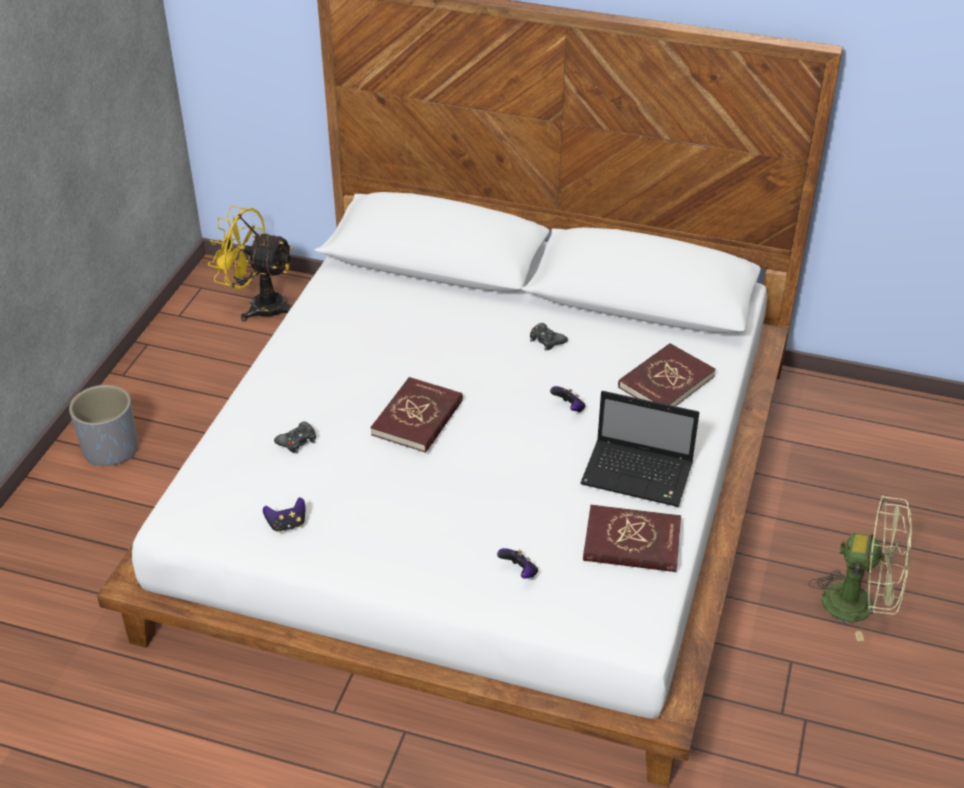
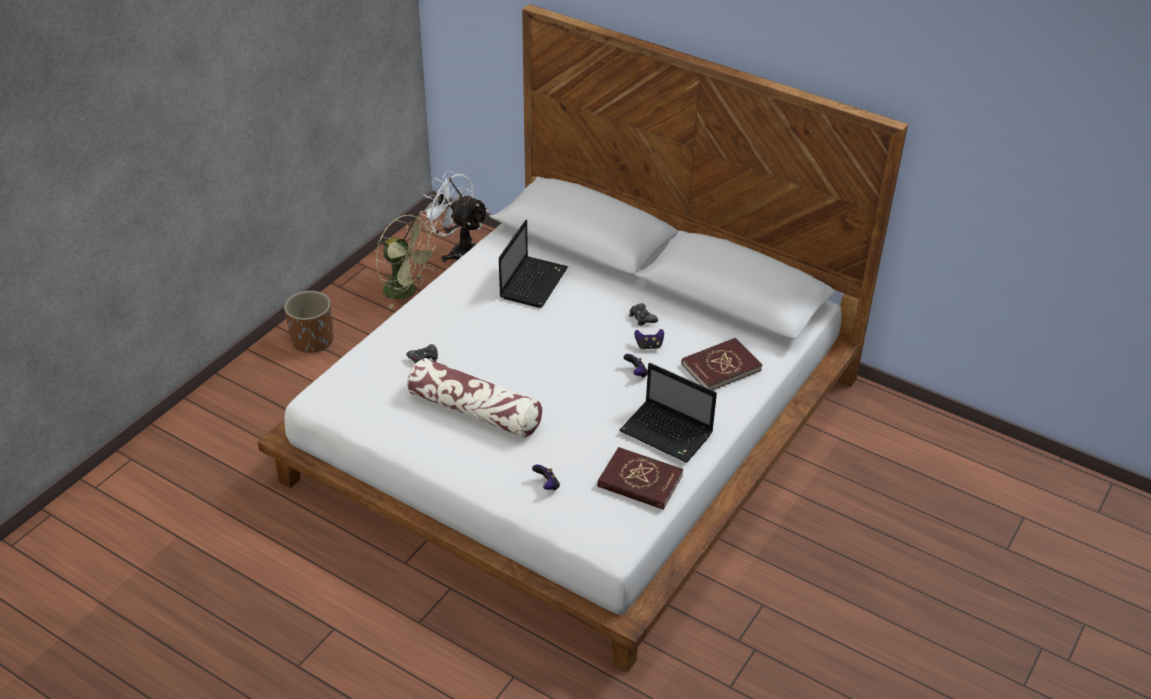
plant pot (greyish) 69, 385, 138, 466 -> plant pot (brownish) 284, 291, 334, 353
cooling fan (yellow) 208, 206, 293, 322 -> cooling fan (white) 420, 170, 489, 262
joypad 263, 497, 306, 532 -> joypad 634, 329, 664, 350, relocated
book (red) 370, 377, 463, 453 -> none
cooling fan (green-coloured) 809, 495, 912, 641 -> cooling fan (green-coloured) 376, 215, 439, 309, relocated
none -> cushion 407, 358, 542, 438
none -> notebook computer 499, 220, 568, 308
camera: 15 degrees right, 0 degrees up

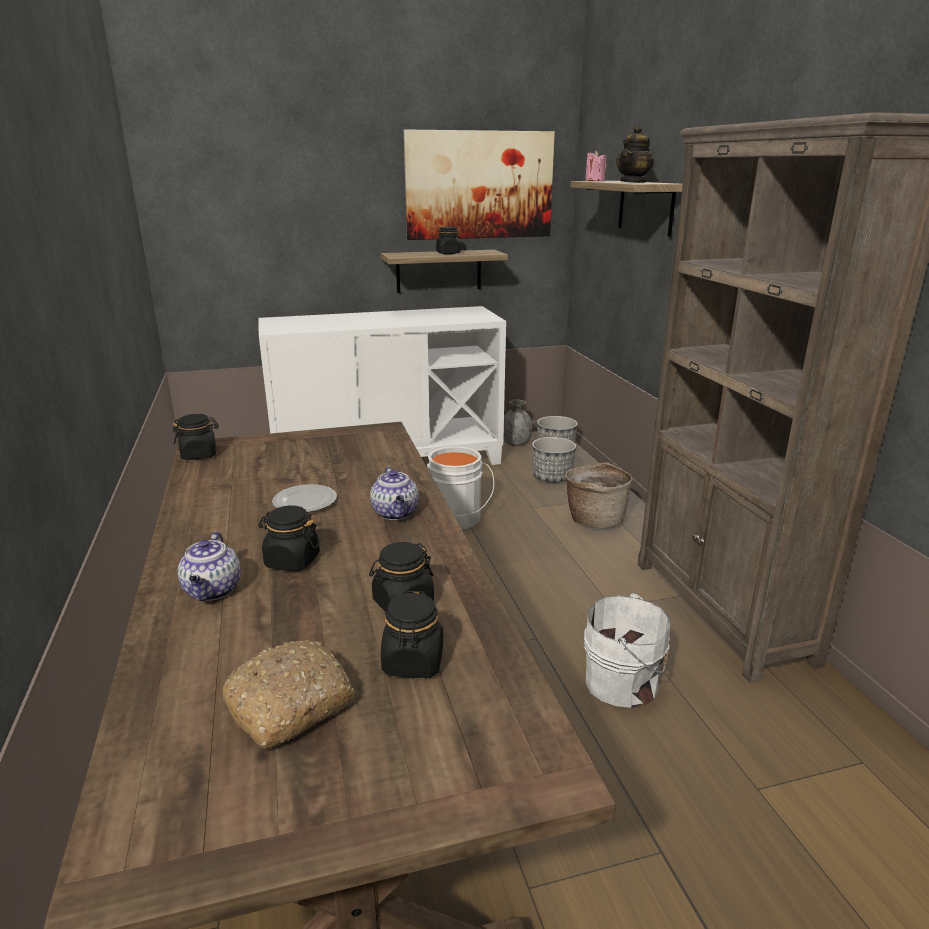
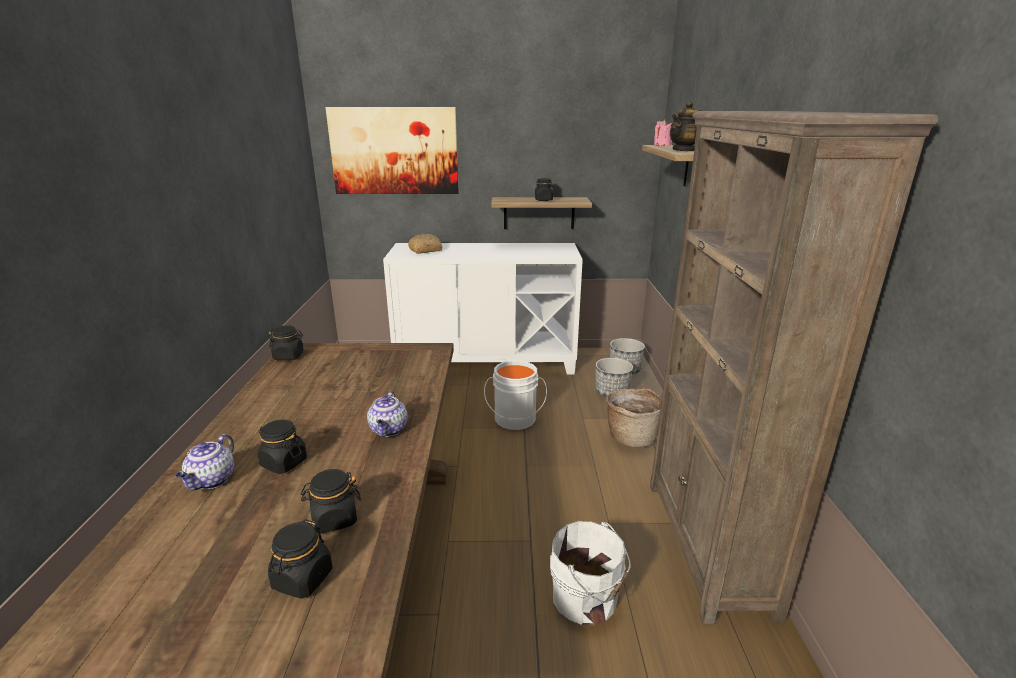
baked bread 223, 640, 355, 749 -> baked bread 408, 234, 443, 254, relocated
plate 272, 484, 337, 513 -> none
wall art 404, 129, 555, 240 -> wall art 325, 107, 459, 194, relocated
flower vase (greyish) 503, 400, 533, 446 -> none
camera: 15 degrees right, 0 degrees up

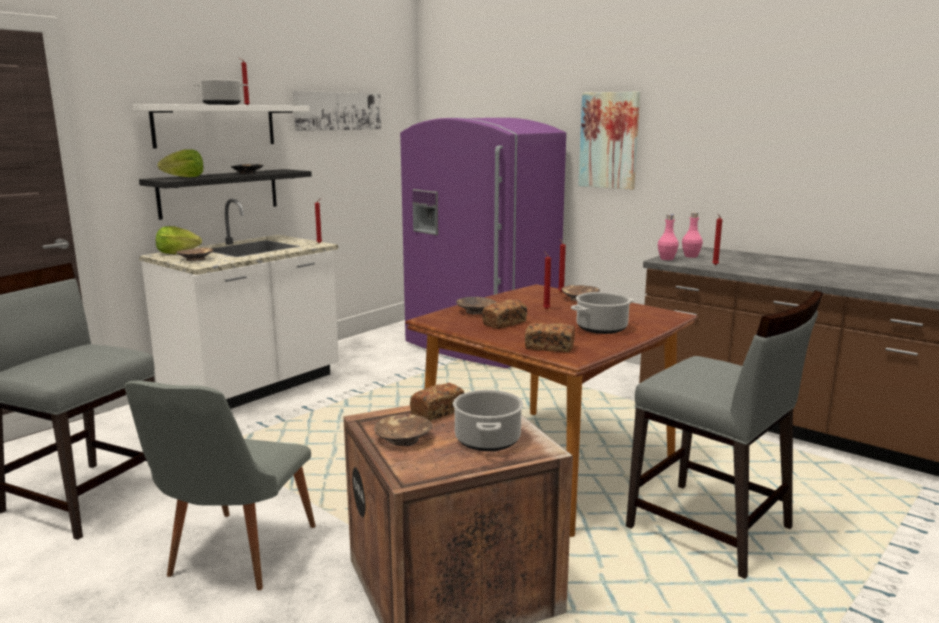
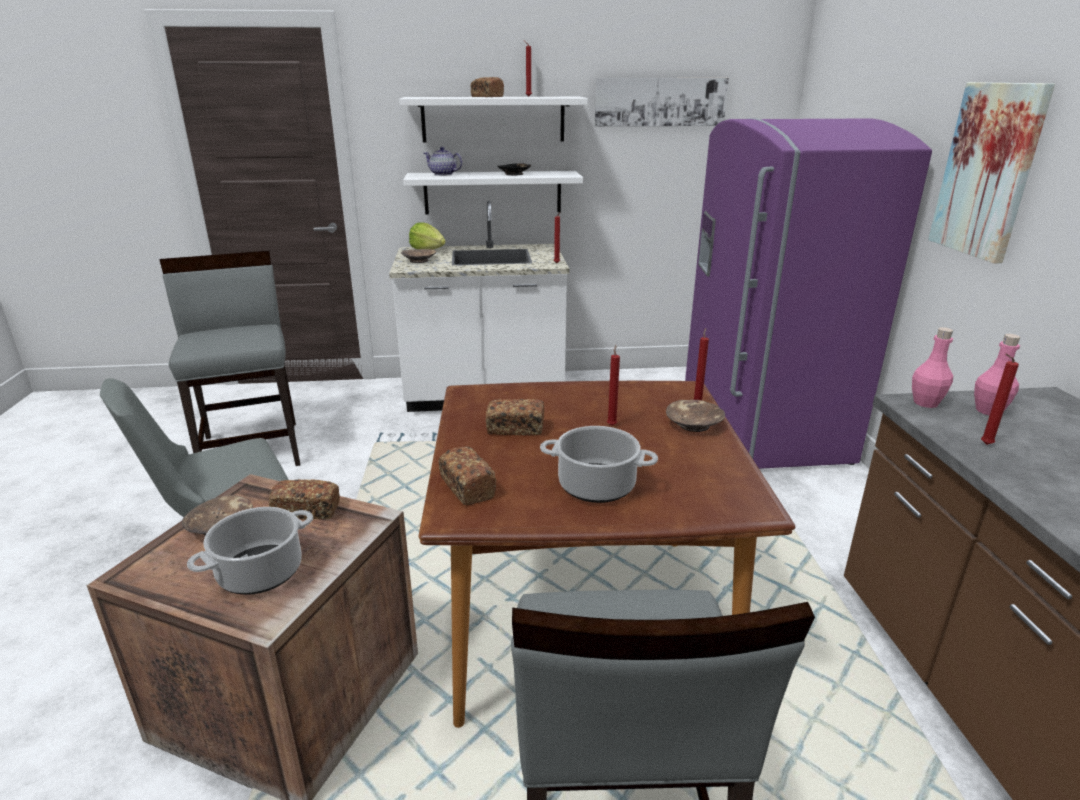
wall shelf (black-coloured) 139, 169, 312, 220 -> wall shelf (white) 403, 171, 583, 215
head of lettuce 158, 149, 203, 177 -> pot for tea 424, 147, 463, 176
saucepot 193, 80, 248, 105 -> baked bread 471, 77, 504, 97
deep dish (brownish) 456, 297, 497, 315 -> none
camera: 45 degrees right, 10 degrees up

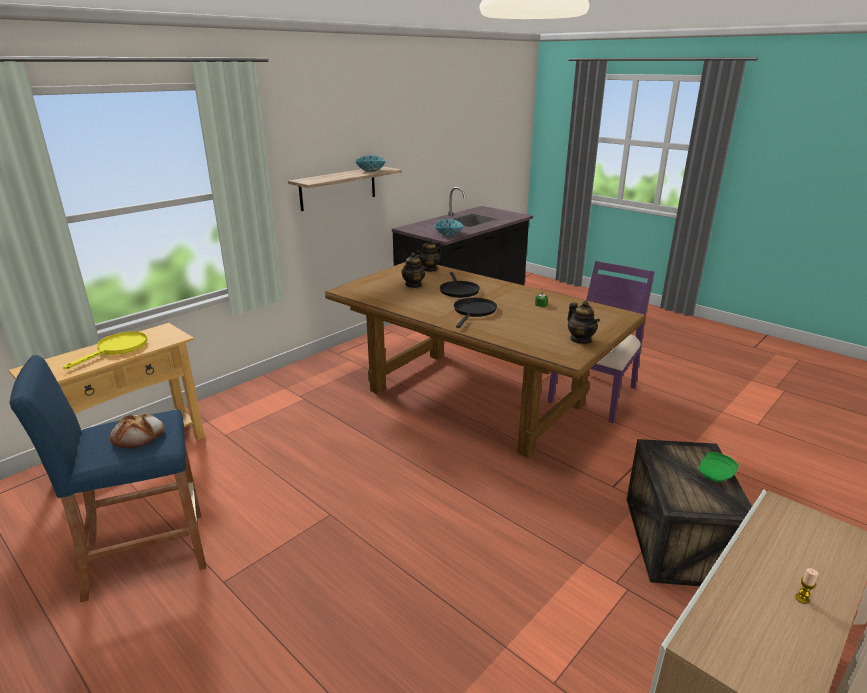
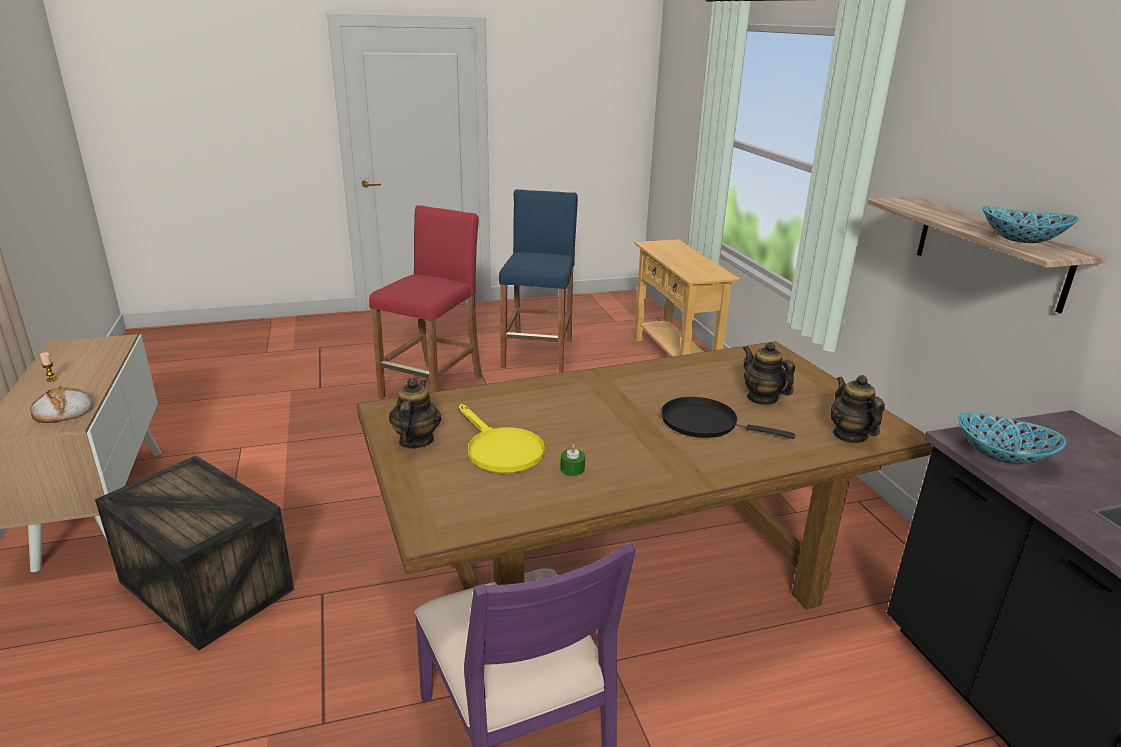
pan (yellow) 63, 332, 148, 369 -> pan (yellow) 459, 404, 545, 473, relocated
baked bread 110, 414, 164, 449 -> baked bread 30, 386, 94, 423, relocated
pan (black-coloured) 454, 298, 497, 328 -> none
pot for tea 567, 301, 600, 344 -> pot for tea 389, 378, 441, 448, 90 degrees clockwise
plate (green-coloured) 698, 452, 739, 482 -> none
none -> stool seat (red) 369, 205, 482, 399
camera: 120 degrees right, 0 degrees up

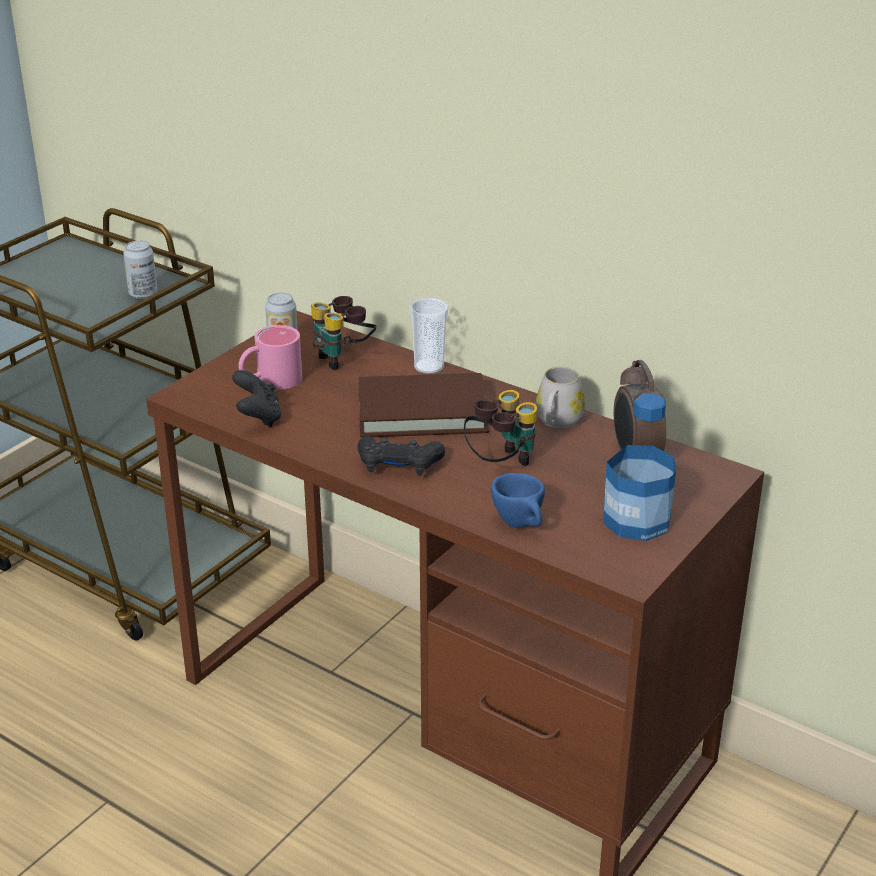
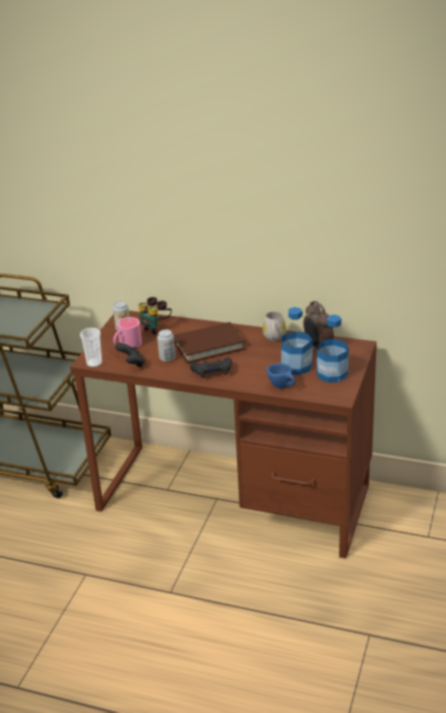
metal can 123, 241, 157, 299 -> metal can 157, 329, 175, 362, relocated
drinking cup 409, 298, 449, 374 -> drinking cup 80, 328, 102, 367, relocated
field glasses 464, 390, 537, 466 -> none
none -> drink bottle 281, 307, 313, 375
camera: 15 degrees left, 0 degrees up

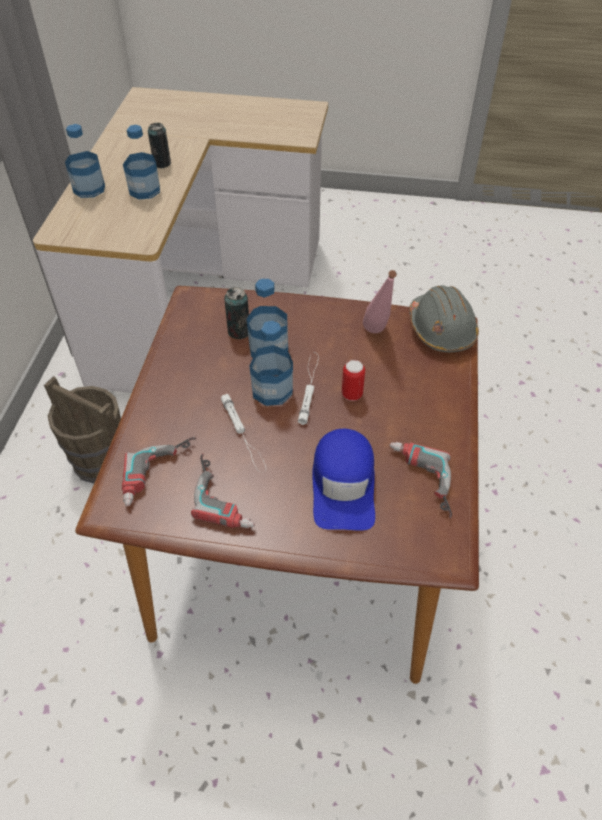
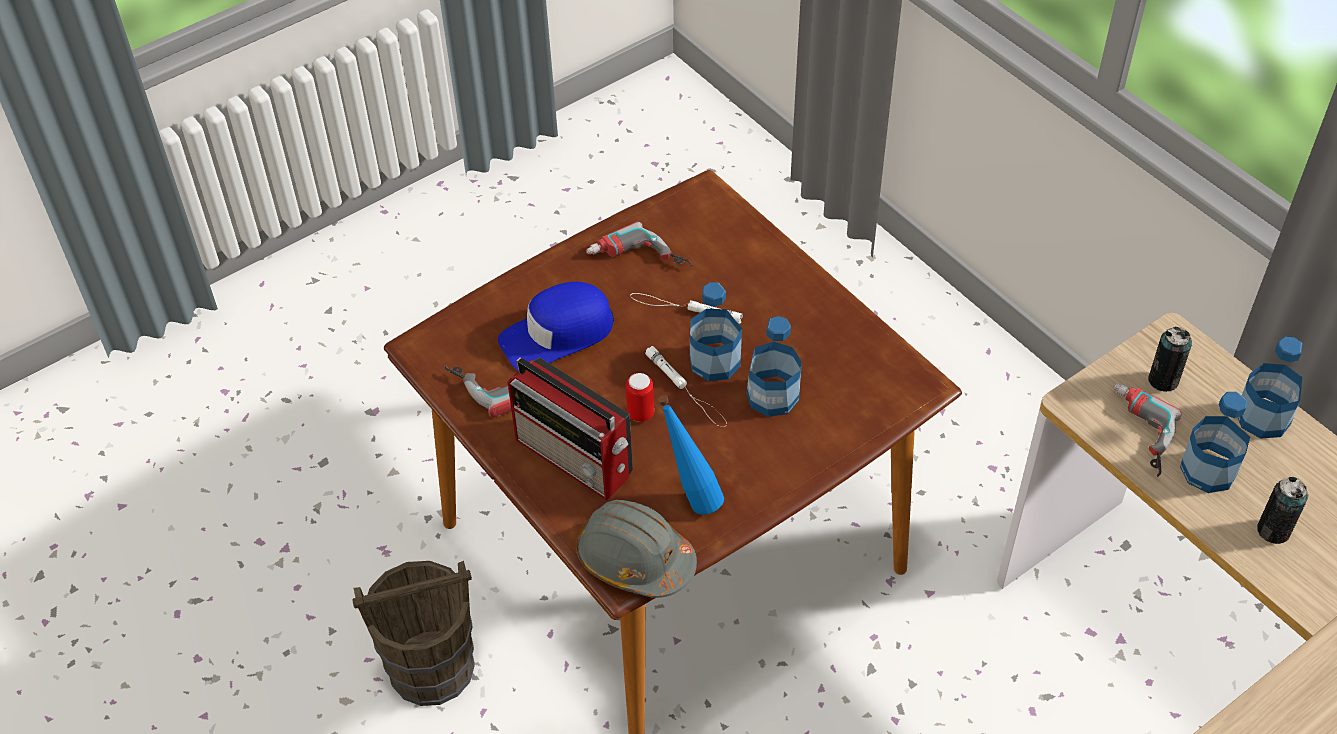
pail (brownish) 44, 376, 121, 483 -> pail (brownish) 352, 561, 475, 706, relocated
drill 122, 437, 196, 506 -> drill 1114, 384, 1181, 477, relocated
metal can 224, 287, 249, 339 -> metal can 1148, 326, 1192, 392, relocated
peaked cap (blue) 313, 428, 375, 531 -> peaked cap (blue) 498, 282, 614, 371, 75 degrees counterclockwise
drink bottle (pink) 363, 270, 397, 333 -> drink bottle (blue) 658, 395, 724, 515
none -> radio receiver 508, 357, 633, 500
camera: 135 degrees right, 0 degrees up

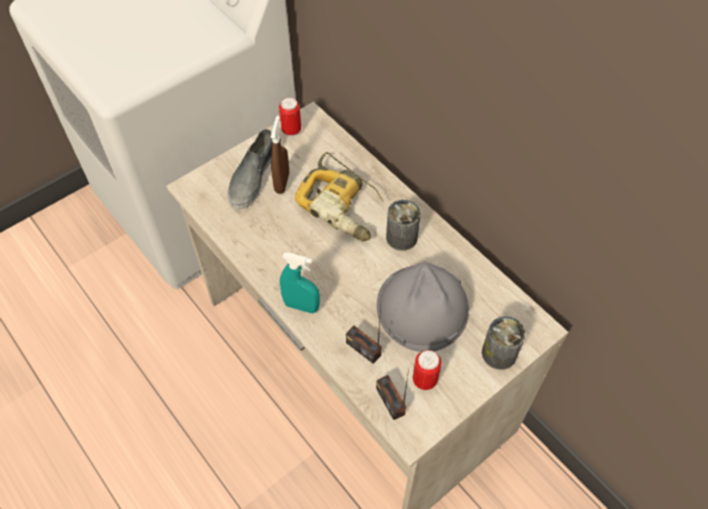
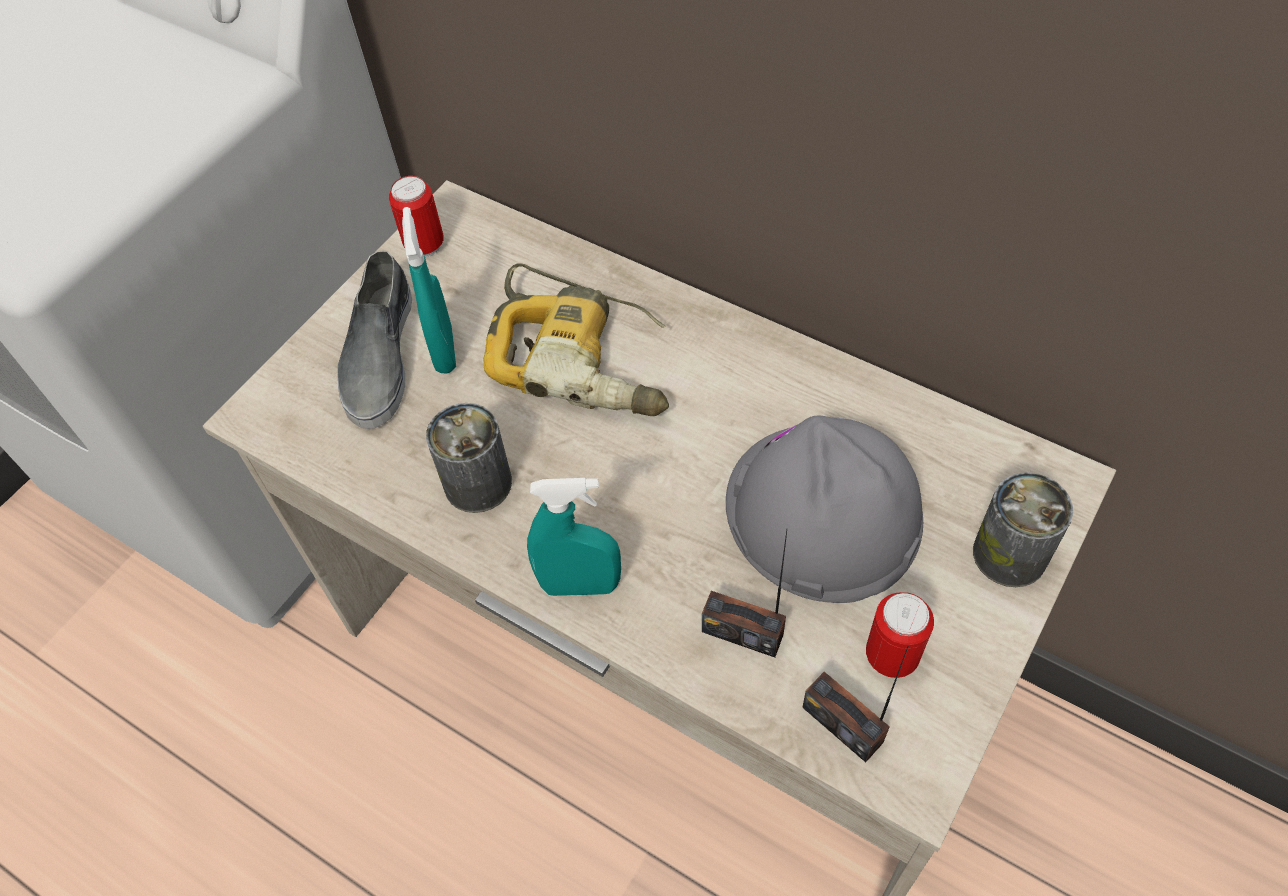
hand sprayer (brownish) 271, 116, 289, 194 -> hand sprayer (blue-green) 402, 207, 456, 373
metal can 386, 199, 421, 251 -> metal can 426, 403, 512, 513, relocated
camera: 15 degrees left, 0 degrees up

